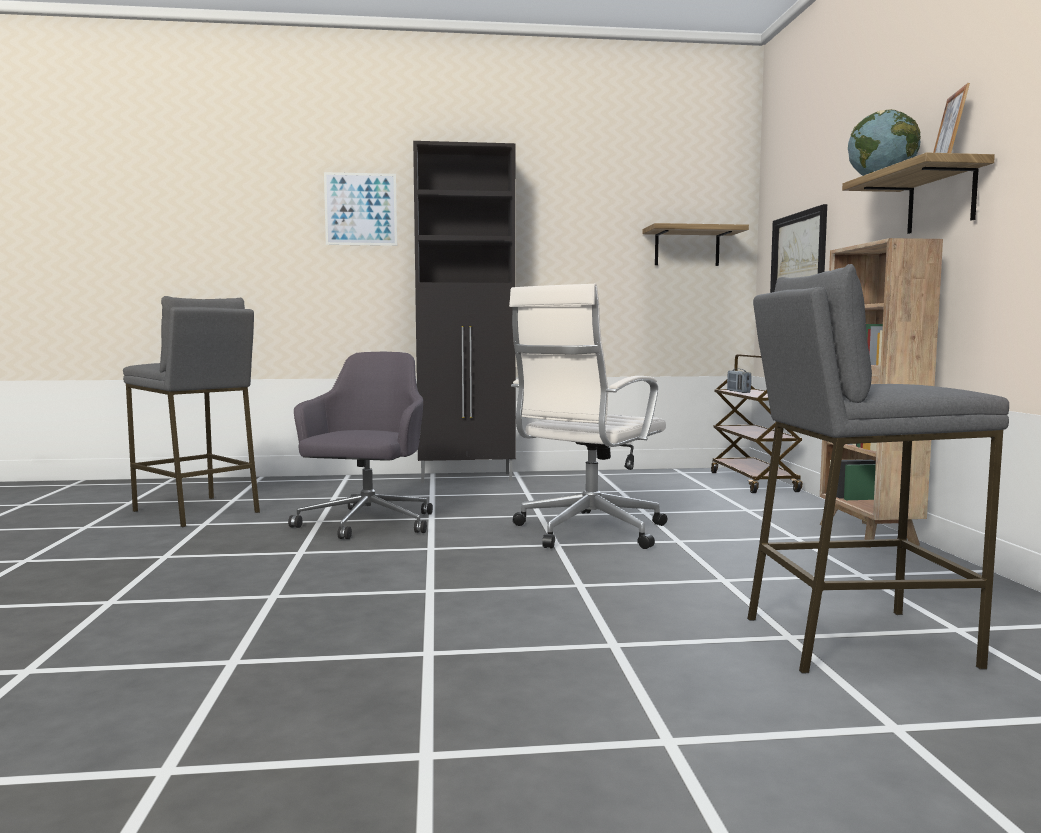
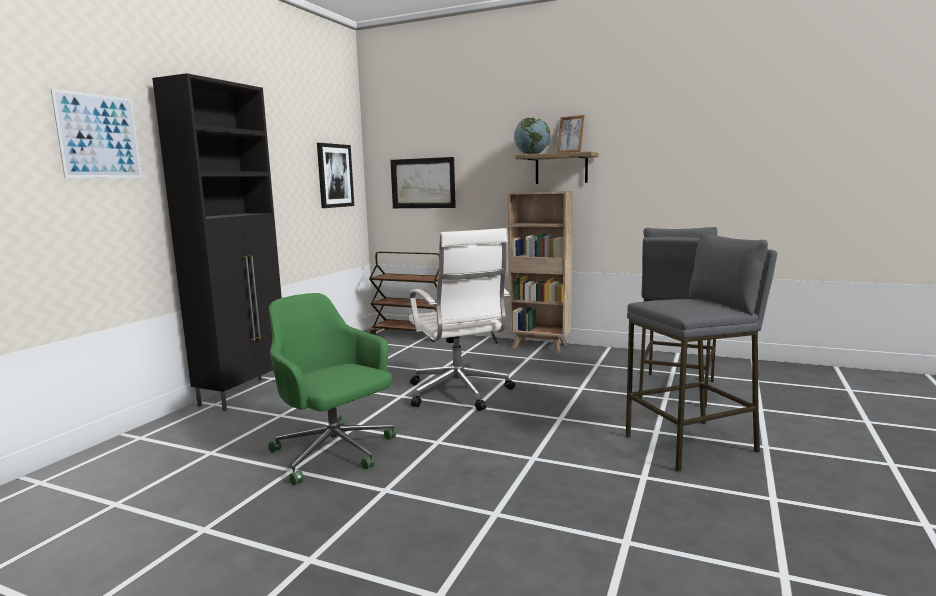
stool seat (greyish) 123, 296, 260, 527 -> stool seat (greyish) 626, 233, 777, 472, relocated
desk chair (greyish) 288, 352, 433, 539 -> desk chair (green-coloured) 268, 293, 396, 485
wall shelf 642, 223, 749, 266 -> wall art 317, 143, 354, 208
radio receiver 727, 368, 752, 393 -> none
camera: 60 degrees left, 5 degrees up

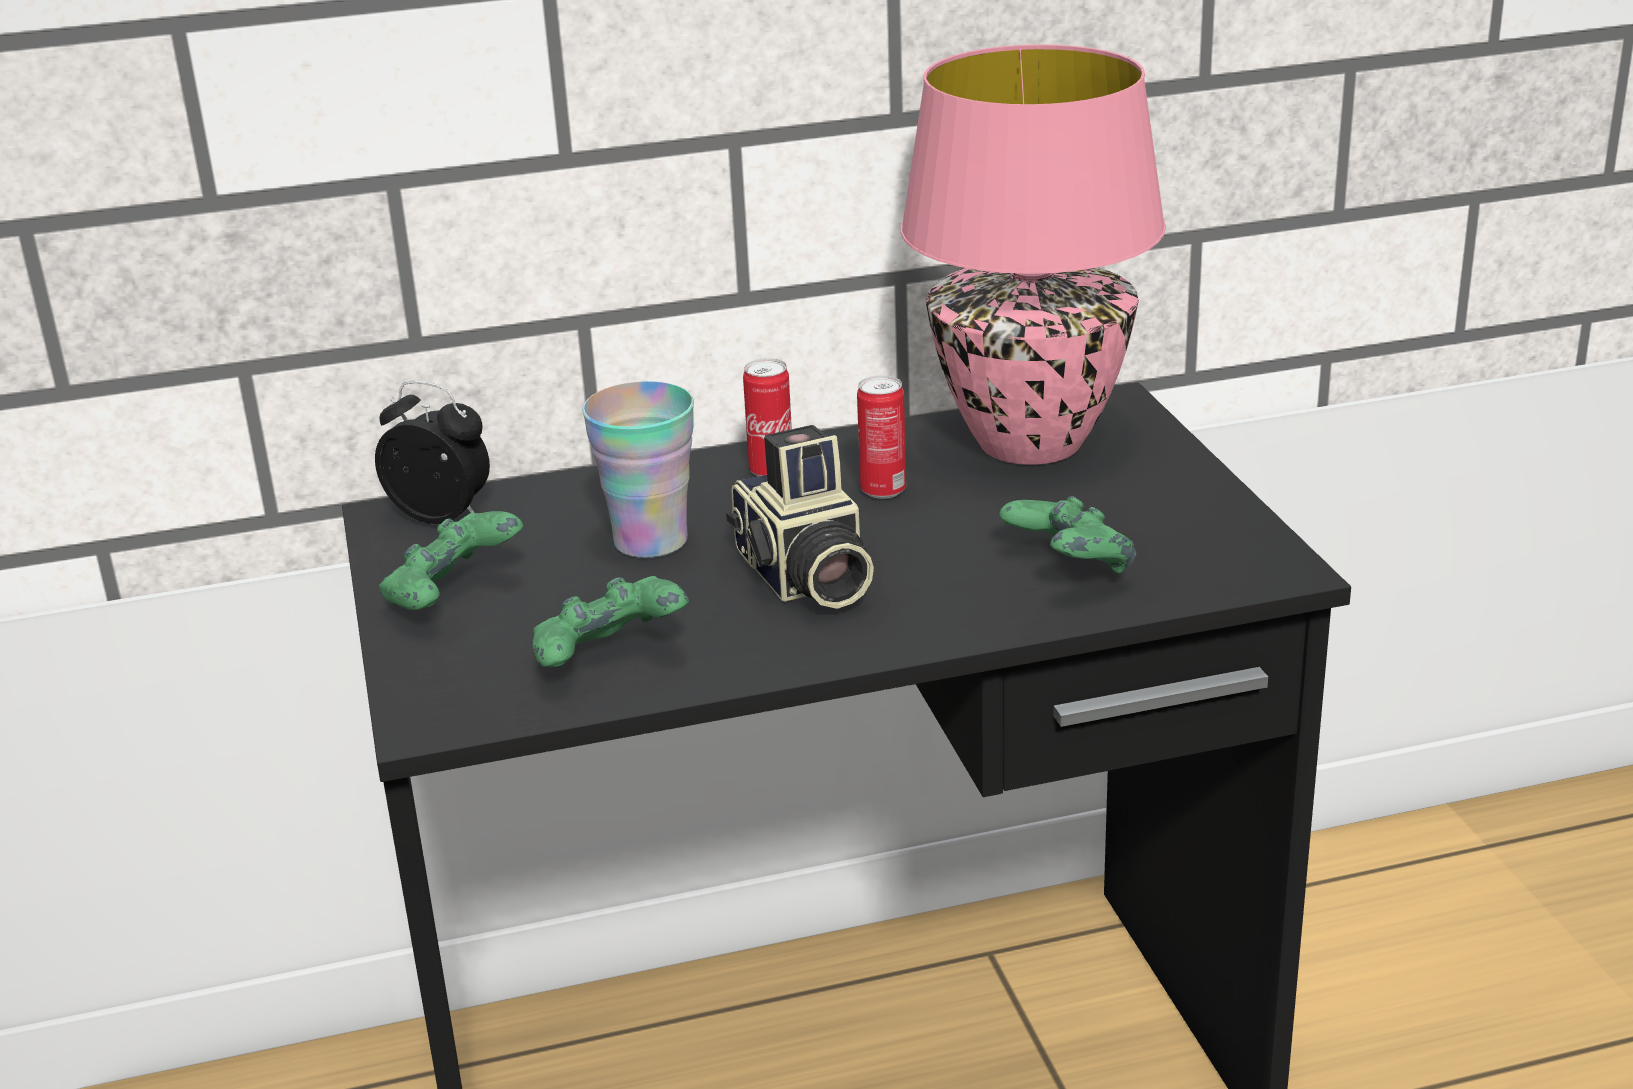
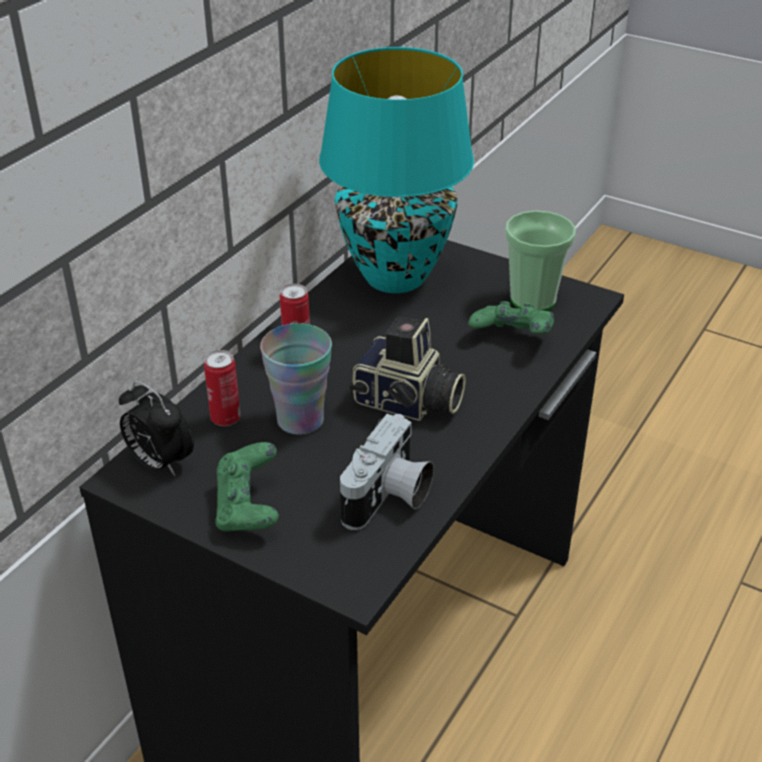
bedside clock 375, 381, 490, 524 -> bedside clock 119, 381, 194, 476, 120 degrees counterclockwise
joypad (green-coloured) 532, 576, 689, 667 -> photo camera 340, 414, 434, 530
metal can 857, 375, 906, 499 -> metal can 204, 350, 240, 426, relocated
tabletop lamp (pink) 901, 44, 1166, 465 -> tabletop lamp (blue-green) 319, 47, 474, 293
none -> drinking cup 505, 210, 576, 311
camera: 45 degrees left, 10 degrees up

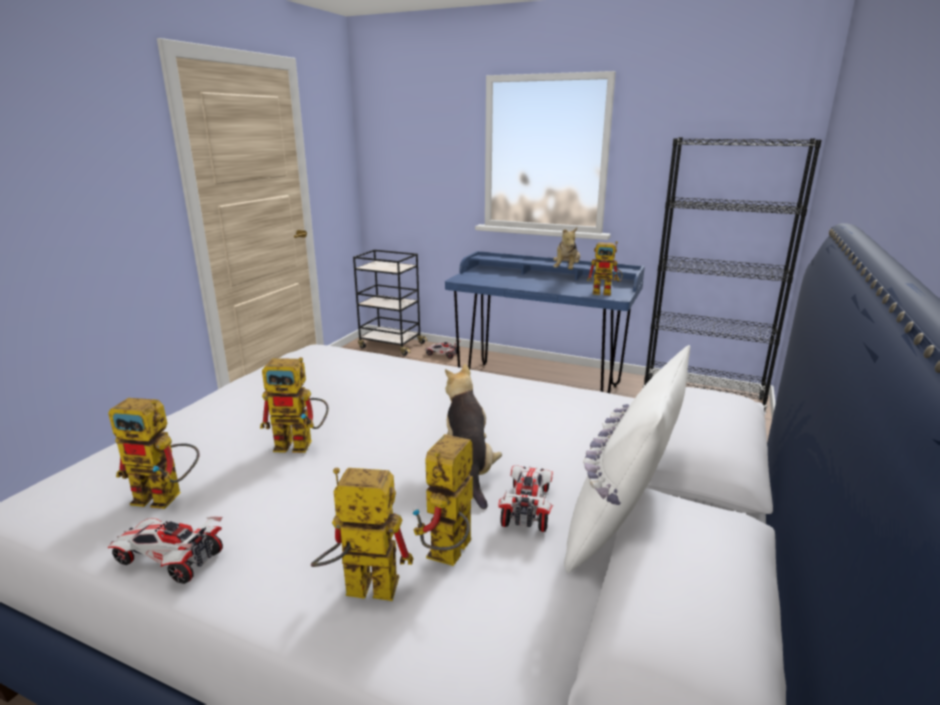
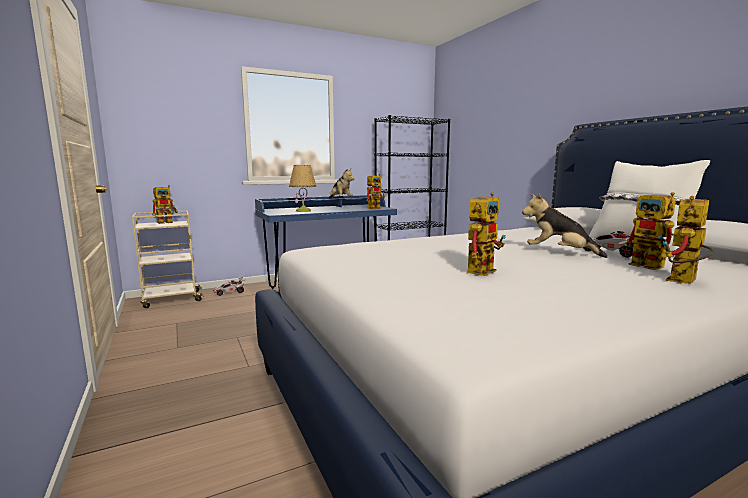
robot figure 108, 398, 200, 509 -> robot figure 152, 185, 178, 224, relocated
miniature car 108, 517, 223, 584 -> none
trolley (black-coloured) 353, 250, 428, 356 -> trolley (beige) 132, 211, 203, 308
none -> tabletop lamp 289, 165, 316, 212
camera: 50 degrees left, 10 degrees down

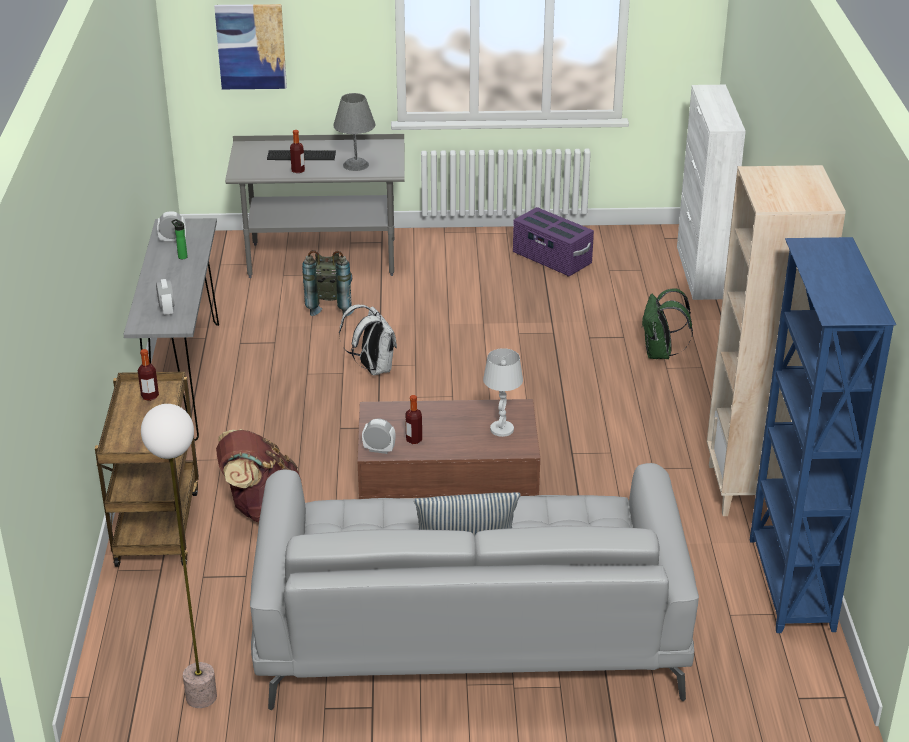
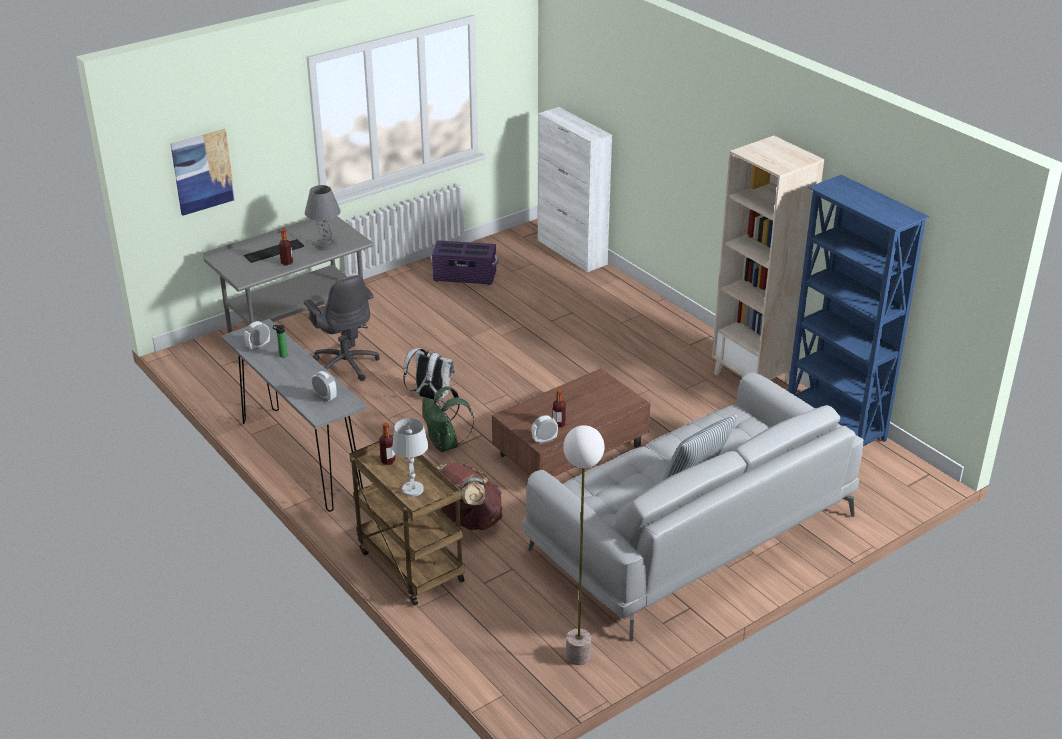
rucksack (greyish) 302, 250, 354, 316 -> desk chair (greyish) 304, 275, 380, 381
tabletop lamp (white) 483, 348, 523, 437 -> tabletop lamp (white) 392, 418, 428, 497, relocated
rucksack (green-coloured) 641, 288, 693, 359 -> rucksack (green-coloured) 422, 386, 474, 452, relocated
camera: 35 degrees left, 0 degrees up

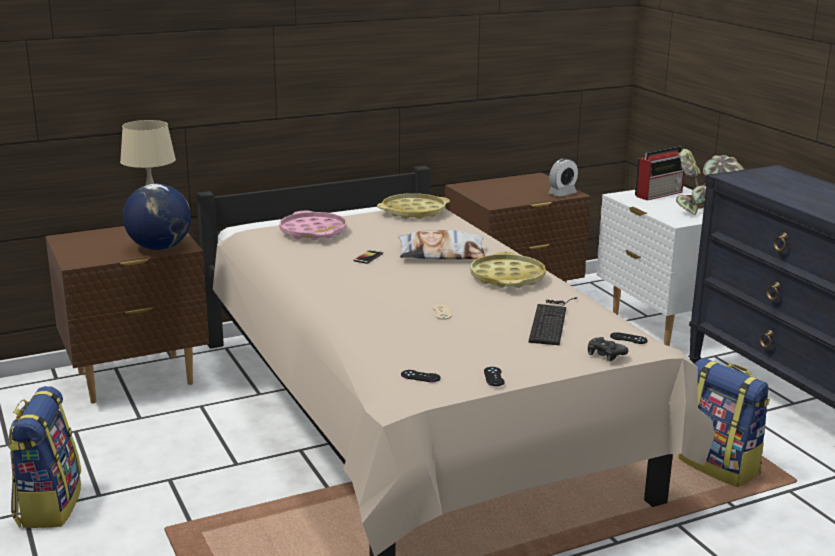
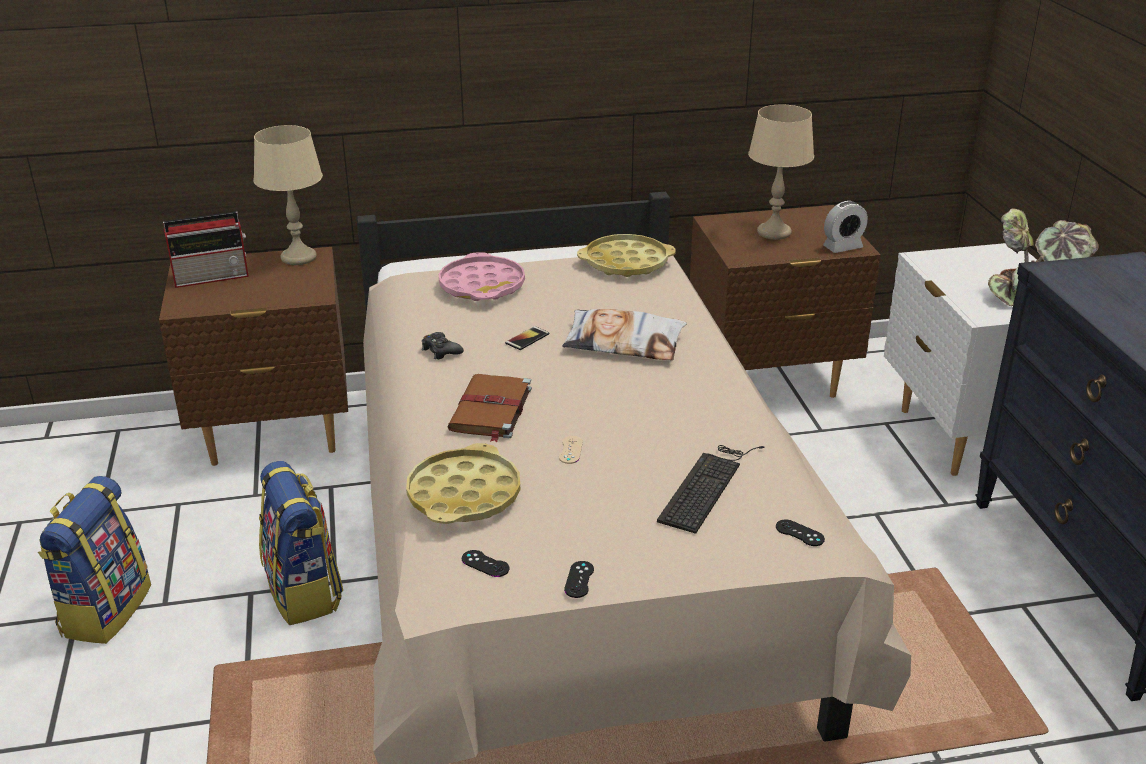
desk globe 123, 184, 191, 250 -> none
serving tray (yellow) 471, 252, 546, 288 -> serving tray (yellow) 406, 443, 520, 524, relocated
joypad (black-coloured) 588, 337, 628, 361 -> joypad (black-coloured) 422, 332, 464, 360, relocated
radio receiver 635, 146, 684, 200 -> radio receiver 163, 211, 249, 288, relocated
rucksack 678, 358, 770, 487 -> rucksack 259, 461, 343, 625, relocated
none -> book (brownish) 447, 374, 532, 442
none -> tabletop lamp (beige) 748, 105, 814, 240
camera: 15 degrees right, 10 degrees up

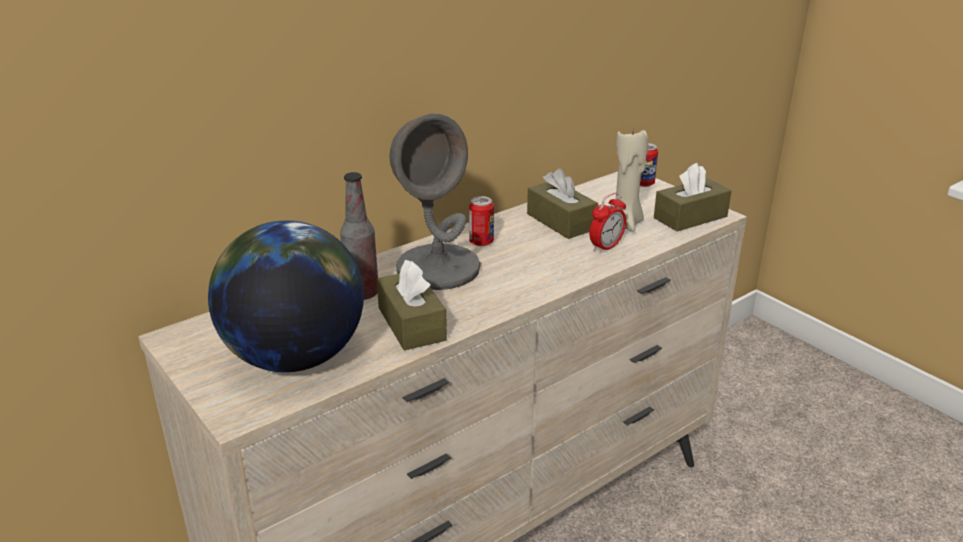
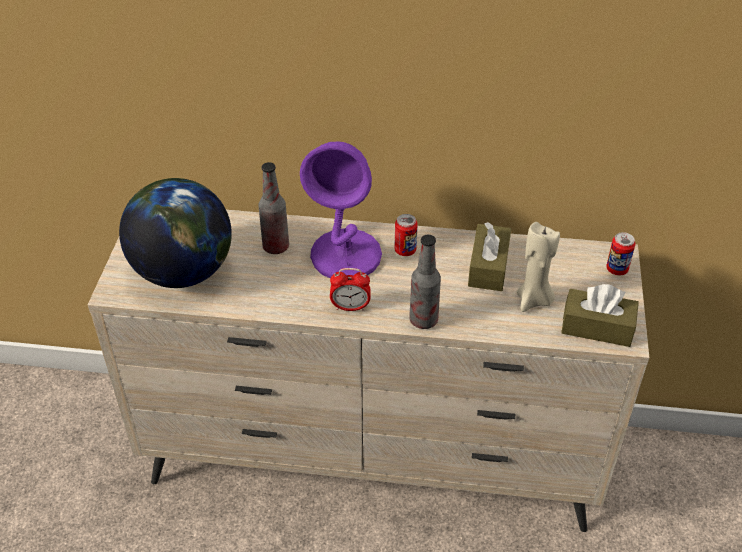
box of tissues (brownish) 377, 260, 447, 350 -> none
tabletop lamp (greyish) 389, 114, 481, 290 -> tabletop lamp (purple-coloured) 300, 141, 382, 278
bedside clock 589, 192, 626, 254 -> bedside clock 330, 268, 371, 311, relocated
none -> drink bottle 409, 234, 441, 329
camera: 45 degrees right, 15 degrees up

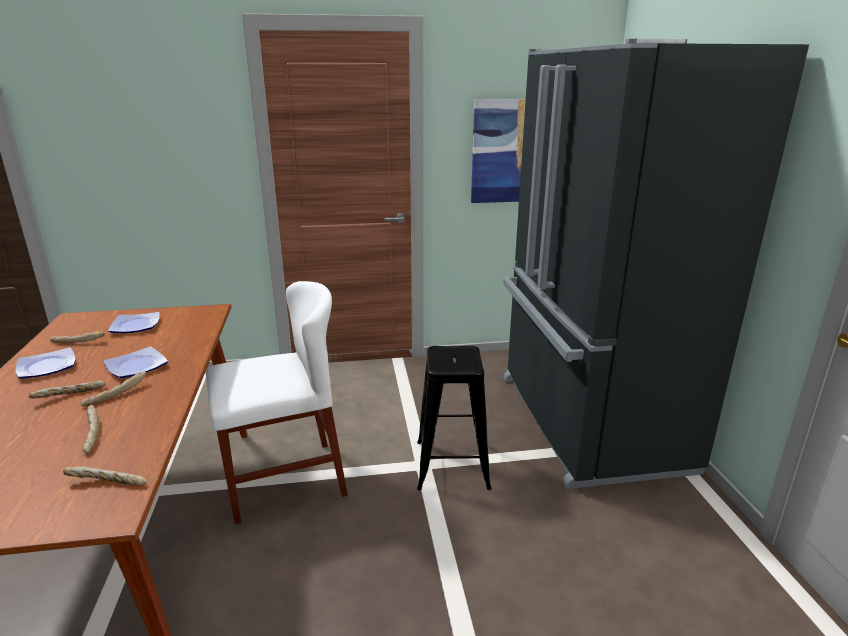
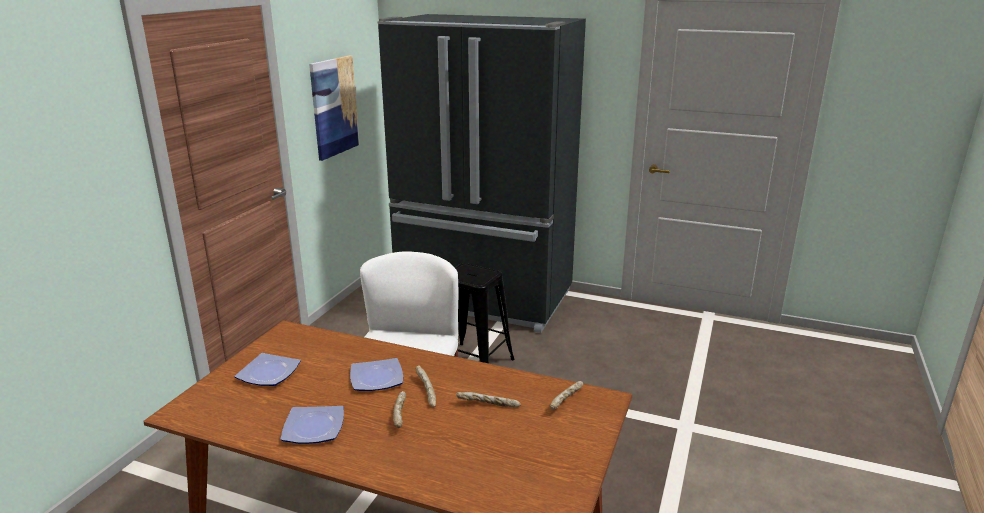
baked bread 50, 332, 105, 344 -> none
camera: 60 degrees left, 0 degrees up

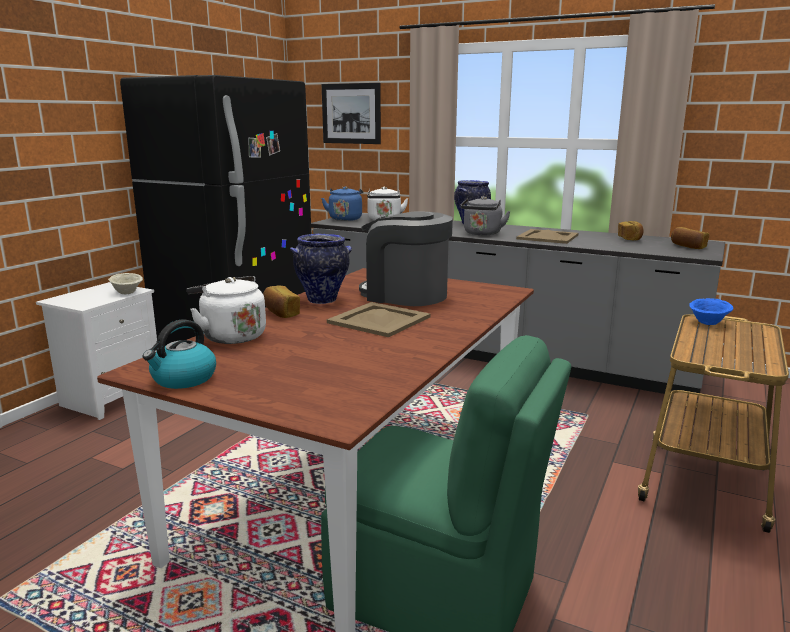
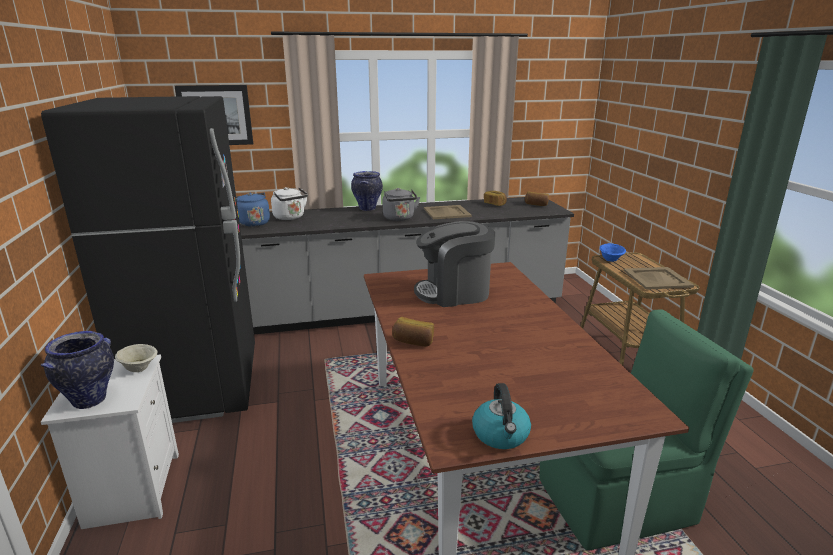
kettle (white) 187, 276, 266, 344 -> none
flower vase 290, 234, 352, 304 -> flower vase 41, 331, 114, 409, relocated
serving tray (beige) 327, 302, 431, 337 -> serving tray (beige) 624, 267, 694, 290, relocated
camera: 40 degrees left, 5 degrees up

